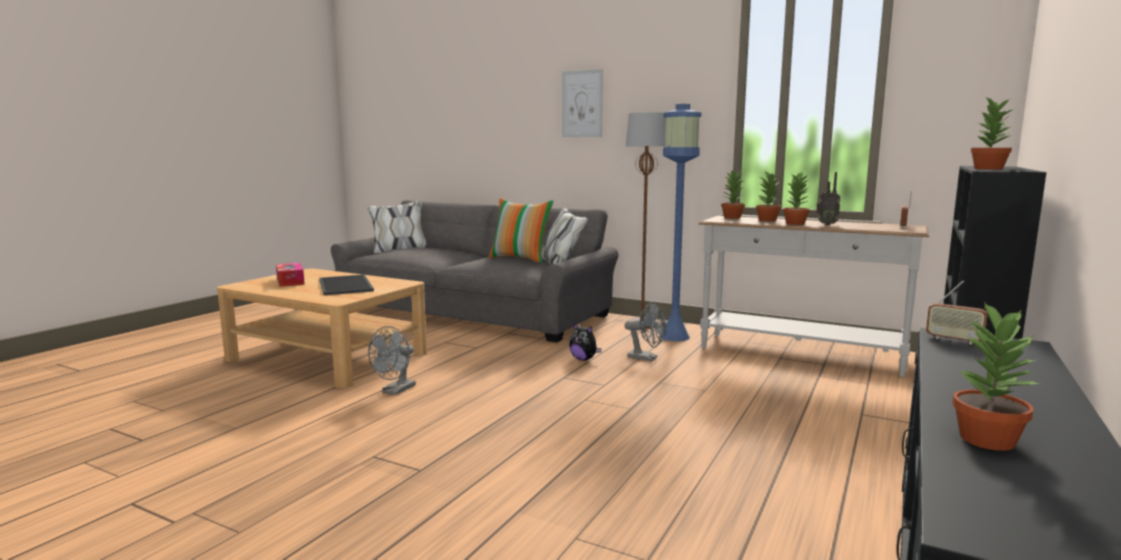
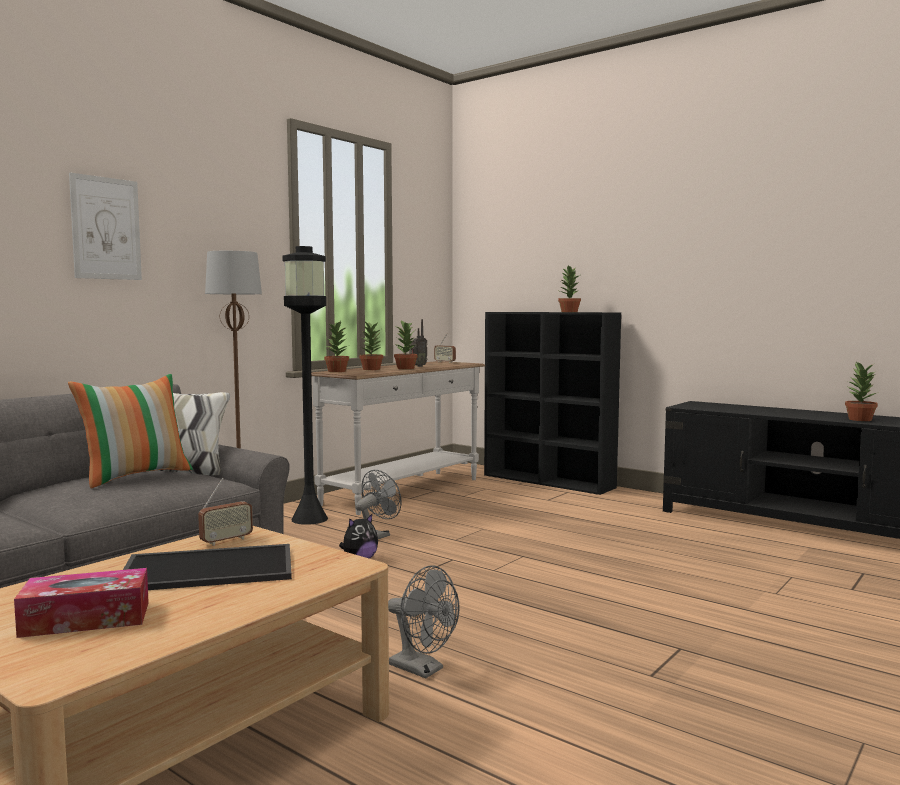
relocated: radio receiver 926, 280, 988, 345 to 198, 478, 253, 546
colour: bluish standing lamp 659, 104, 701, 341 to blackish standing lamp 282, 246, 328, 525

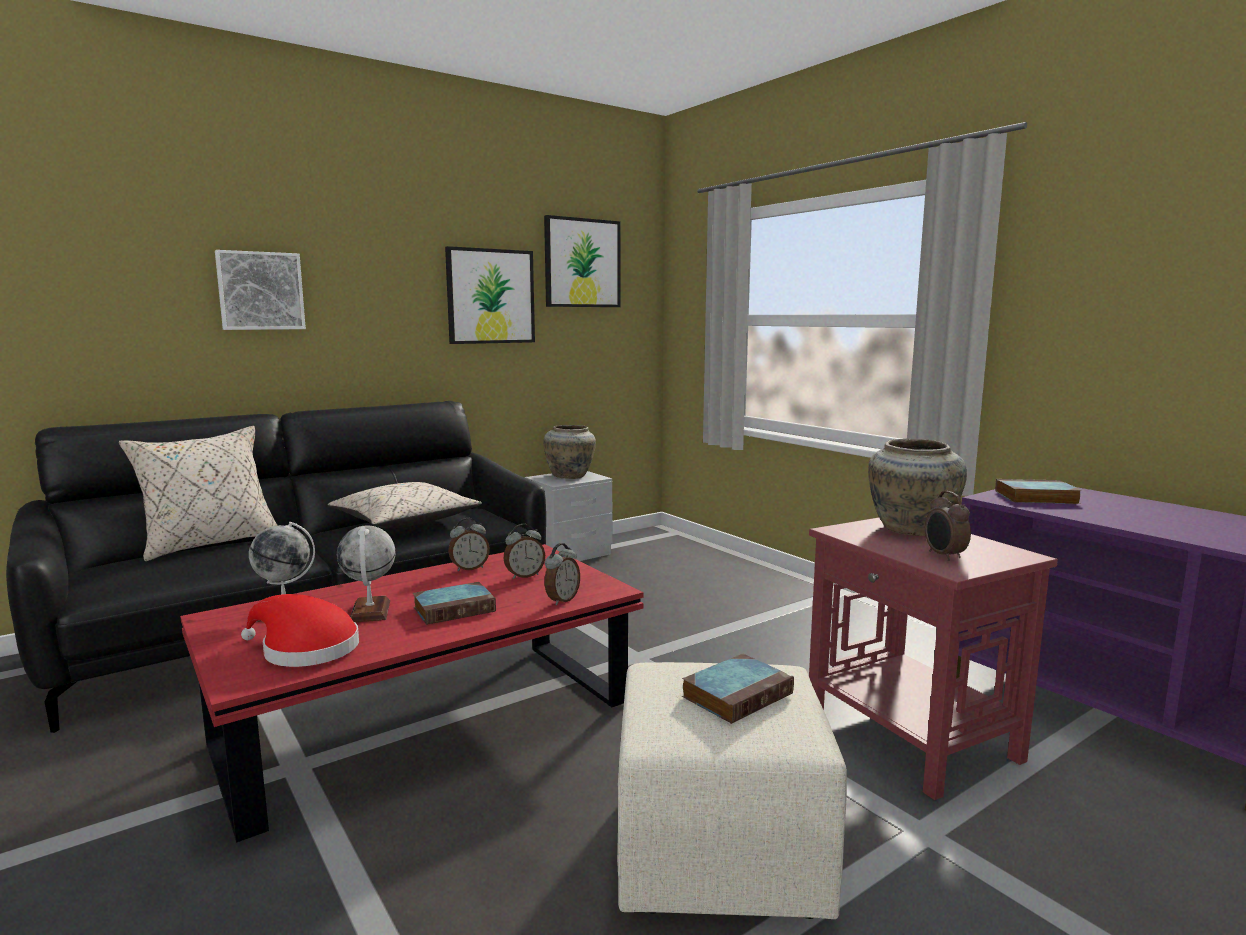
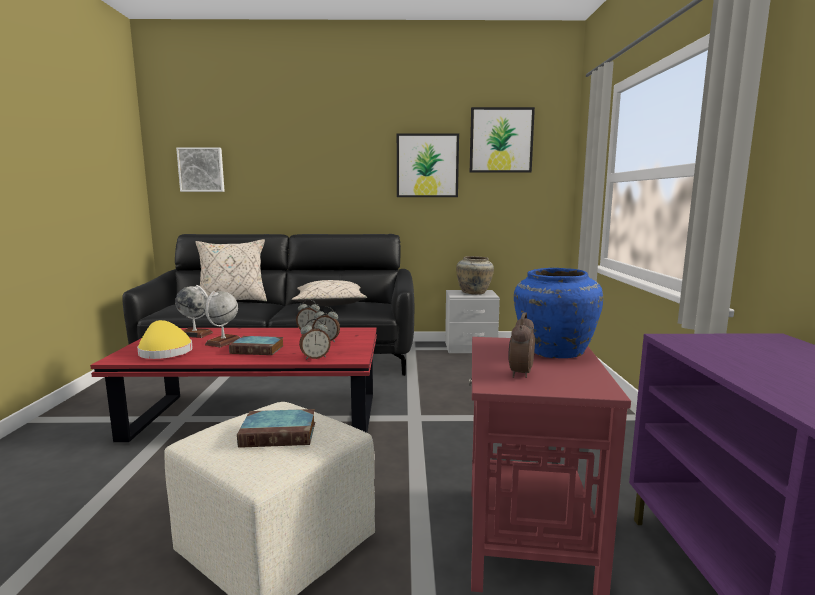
missing: book 995, 479, 1082, 504
relocated: wall art 215, 250, 306, 330 to 176, 147, 225, 192
colour: red clothing hat 241, 594, 359, 667 to yellow clothing hat 137, 320, 193, 359; beige flower vase 868, 439, 967, 536 to bluish flower vase 514, 268, 603, 358

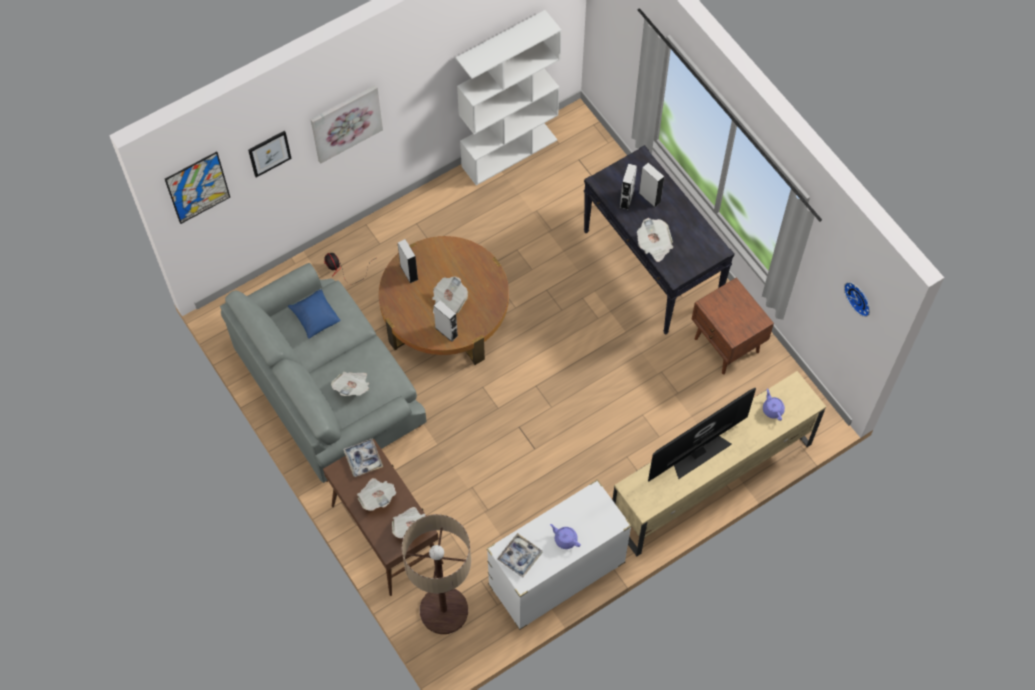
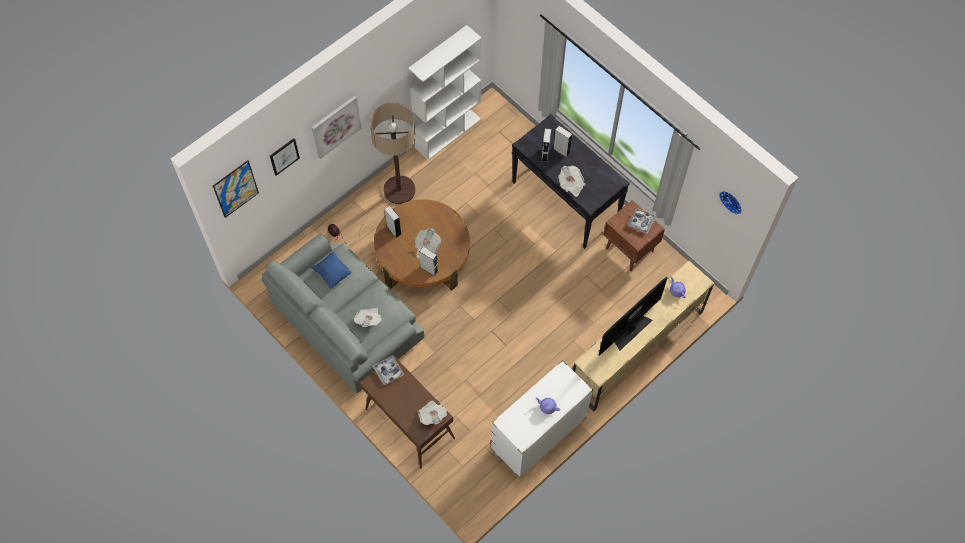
missing: daily paper 357, 478, 396, 511
relocated: standing lamp 402, 514, 471, 634 to 370, 103, 416, 204; carrying tray 497, 533, 542, 577 to 628, 208, 656, 234

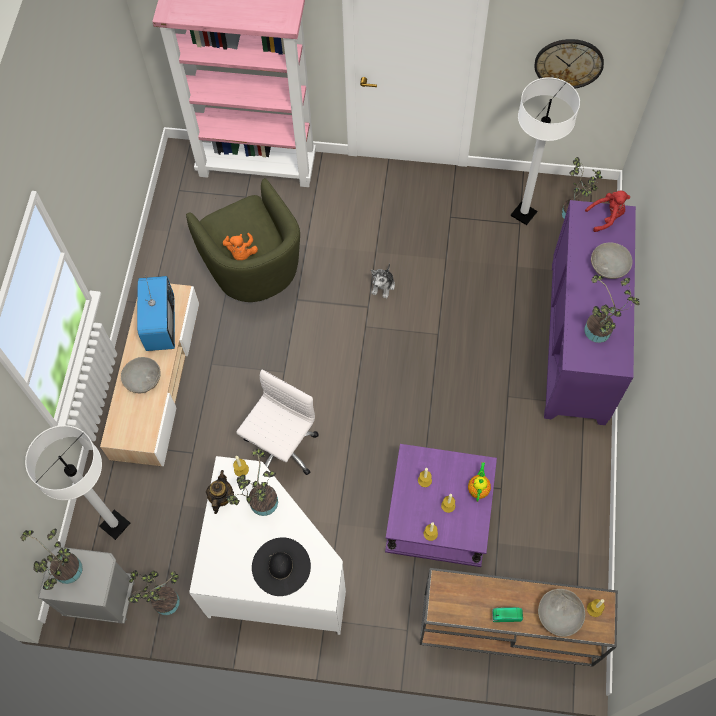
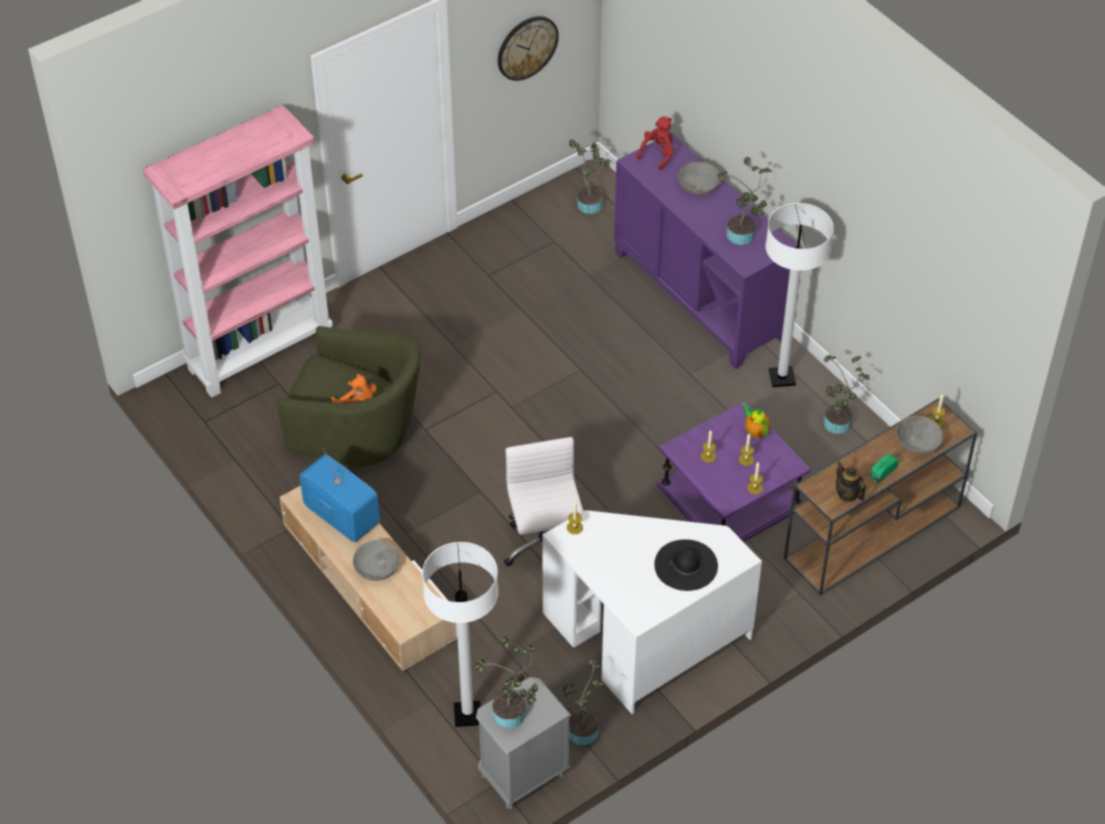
missing: cuddly toy 371, 263, 395, 299
relocated: tea pot 206, 470, 234, 514 to 836, 461, 866, 502; houseplant 226, 449, 278, 516 to 824, 355, 870, 434; white standing lamp 511, 77, 580, 225 to 765, 203, 834, 387

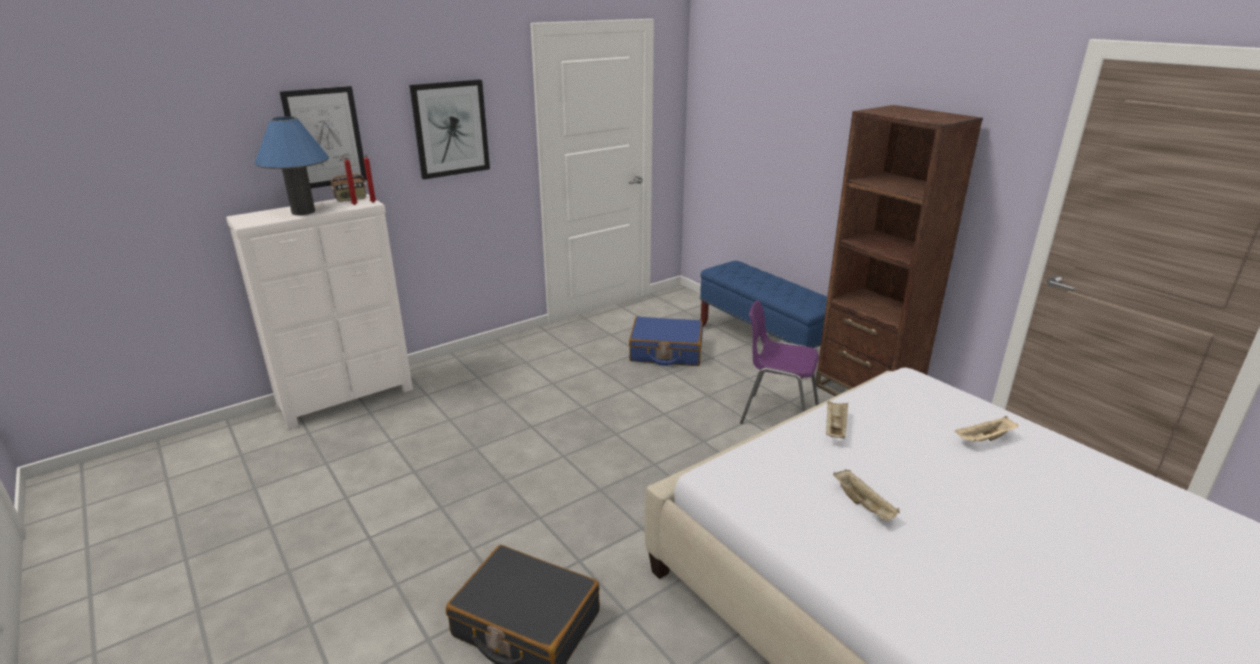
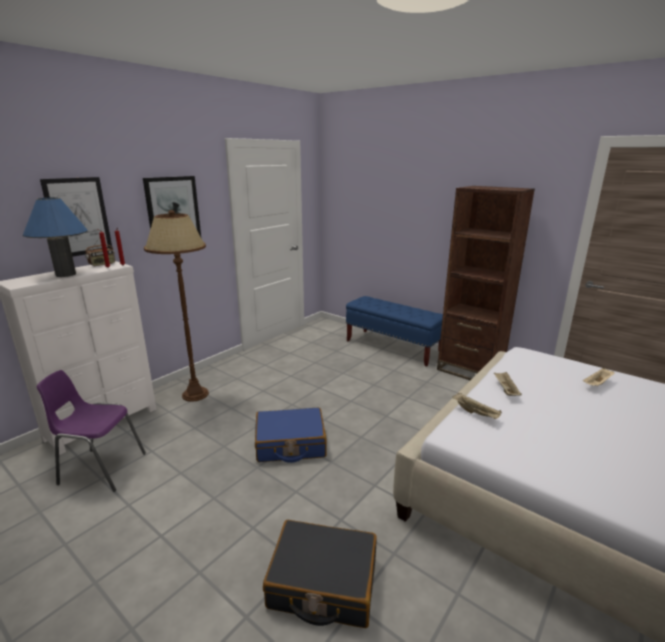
appeared: brown-coloured standing lamp 144, 210, 209, 402
relocated: bluish piece of luggage 629, 316, 703, 366 to 255, 408, 327, 463; purple chair 740, 300, 819, 424 to 37, 370, 146, 492; beige carrying tray 833, 469, 900, 521 to 452, 393, 502, 419

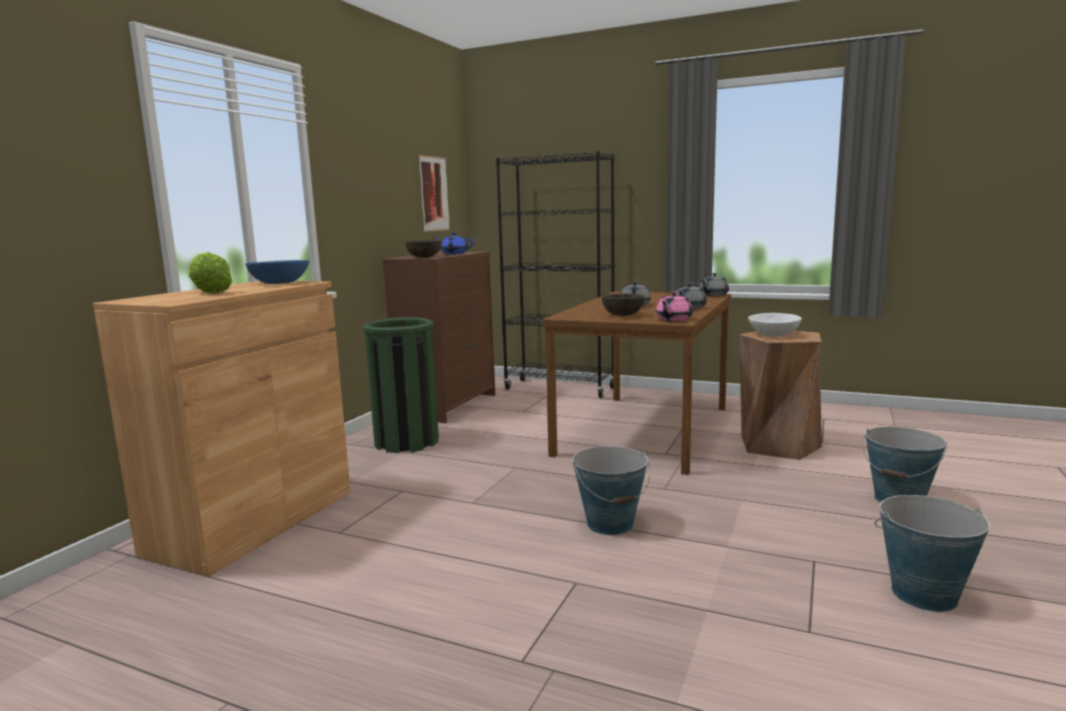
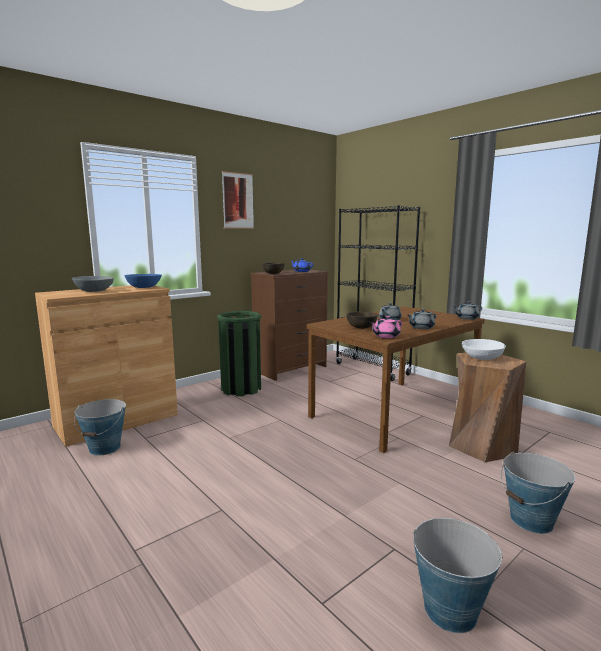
relocated: wall art 419, 155, 450, 232 to 222, 171, 254, 229; water bucket 572, 446, 651, 535 to 74, 399, 126, 456
exchanged: lettuce 189, 252, 232, 294 to gray serving bowl 72, 276, 114, 292

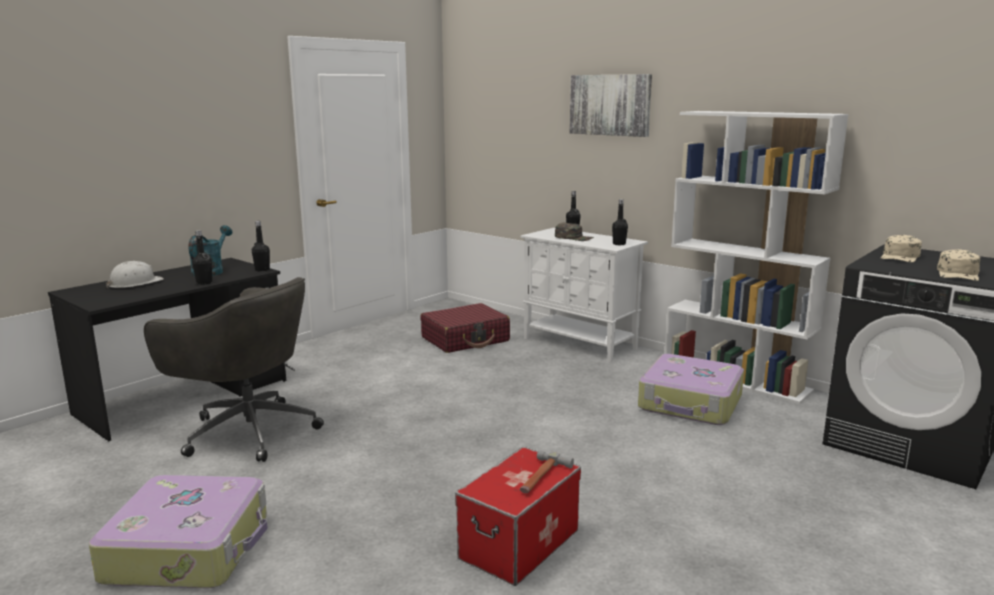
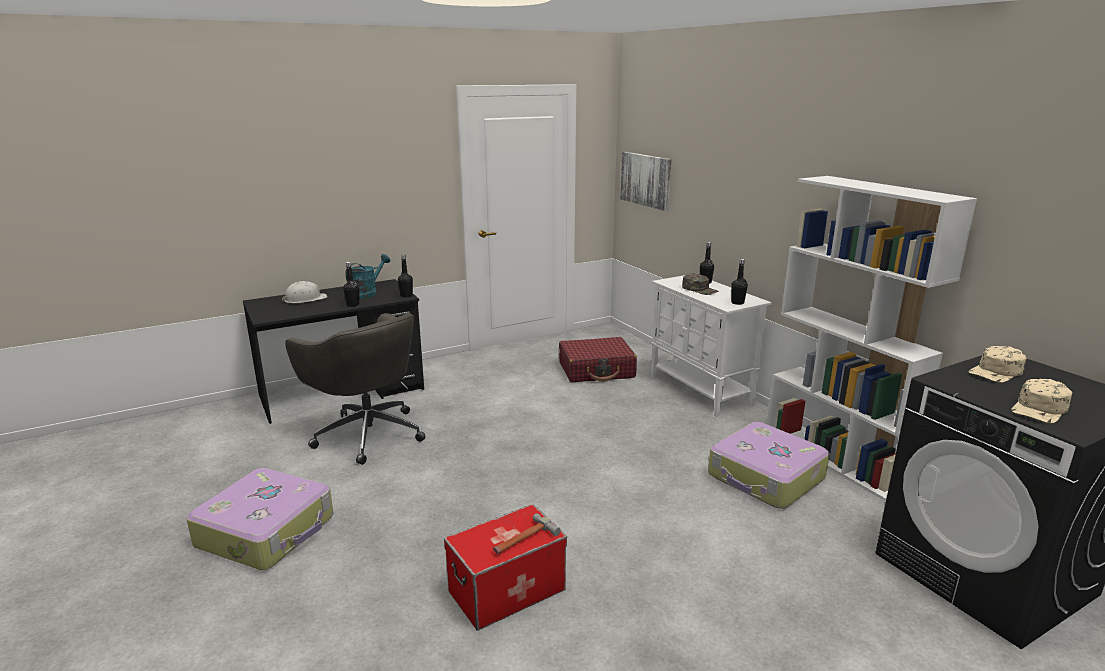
relocated: wall art 569, 74, 652, 137 to 620, 152, 672, 211

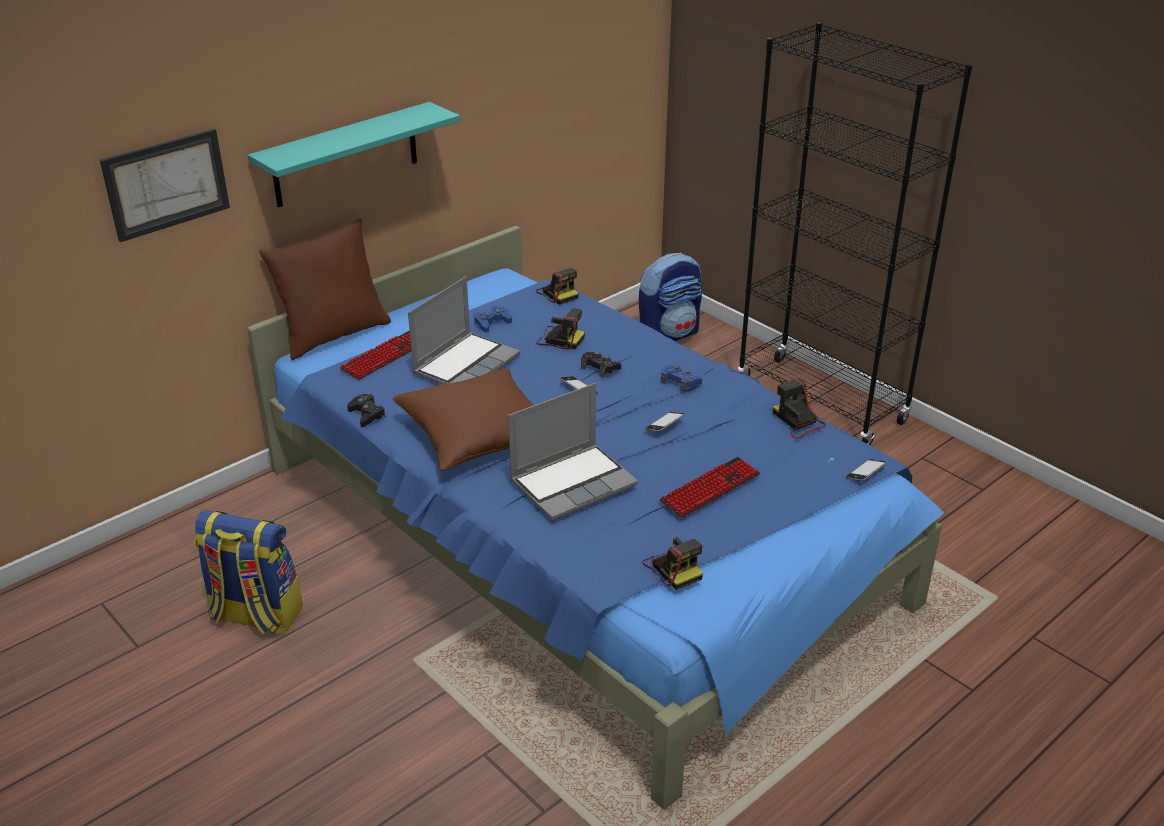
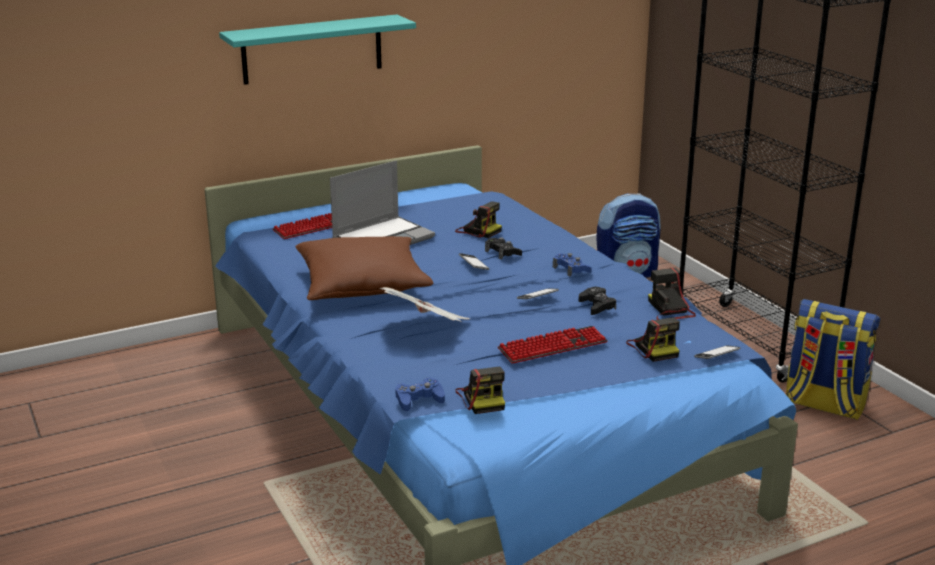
missing: wall art 100, 129, 230, 242; brown-coloured pillow 259, 218, 391, 360
relocated: rucksack 194, 510, 303, 634 to 786, 299, 880, 420; blackish joypad 347, 394, 386, 427 to 579, 287, 616, 315; bluish joypad 474, 305, 512, 333 to 395, 377, 445, 411; photo camera 536, 268, 579, 305 to 626, 317, 680, 362
exchanged: notebook computer 508, 383, 638, 521 to daily paper 380, 287, 470, 322

